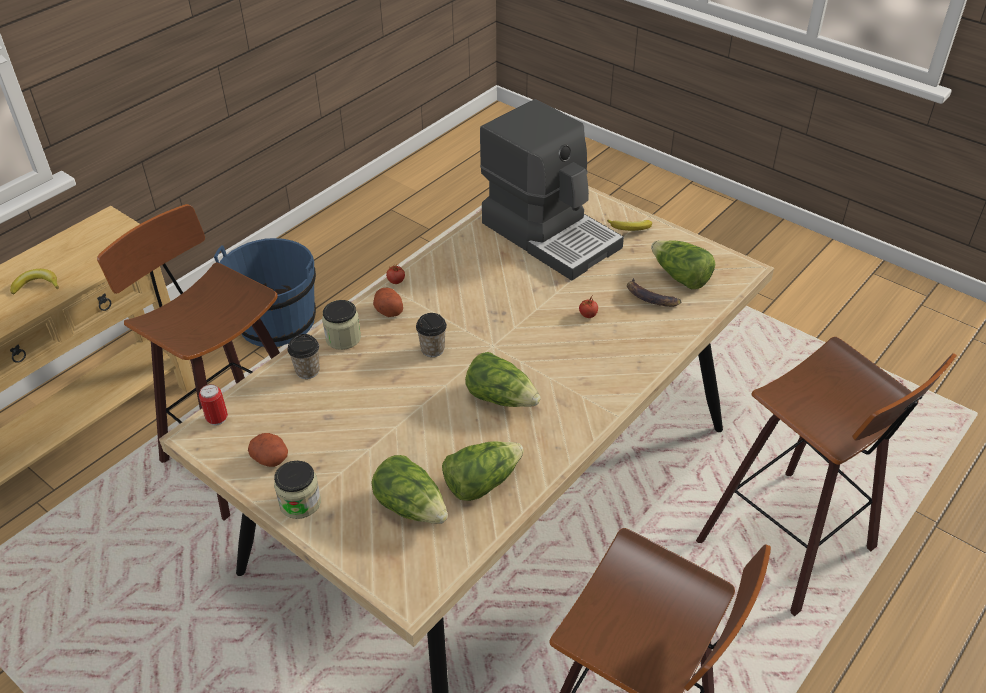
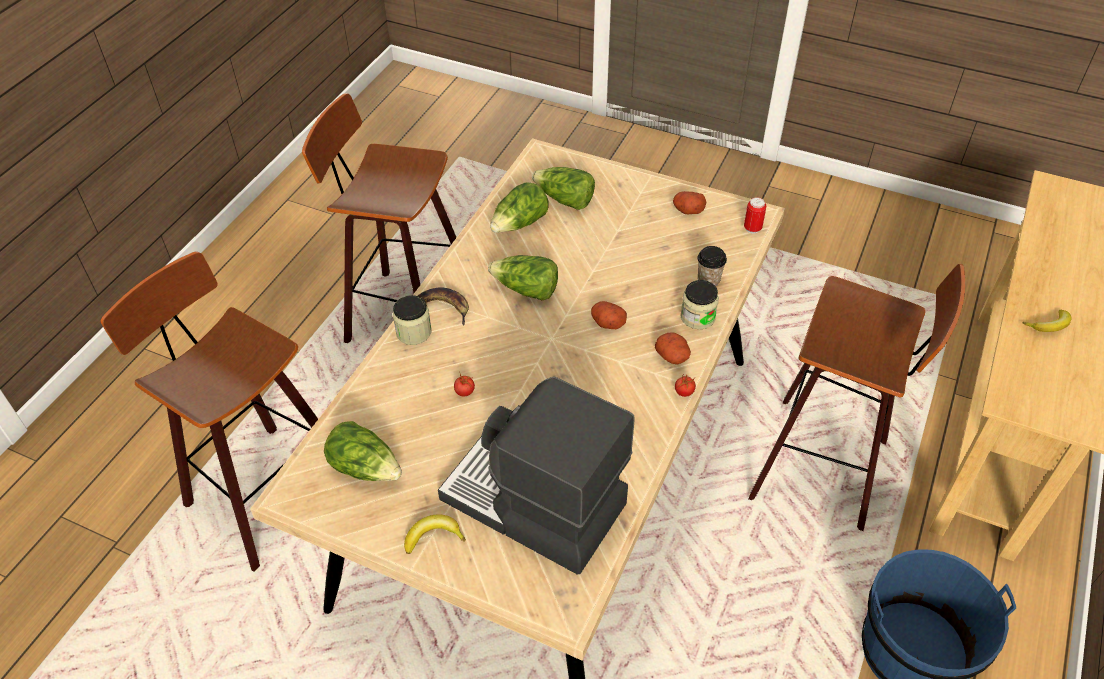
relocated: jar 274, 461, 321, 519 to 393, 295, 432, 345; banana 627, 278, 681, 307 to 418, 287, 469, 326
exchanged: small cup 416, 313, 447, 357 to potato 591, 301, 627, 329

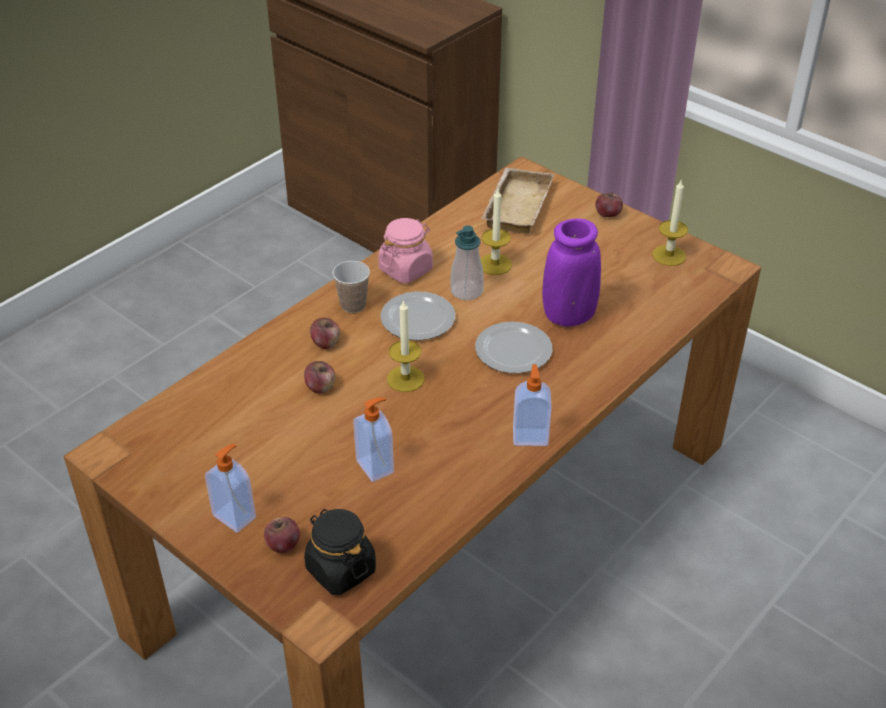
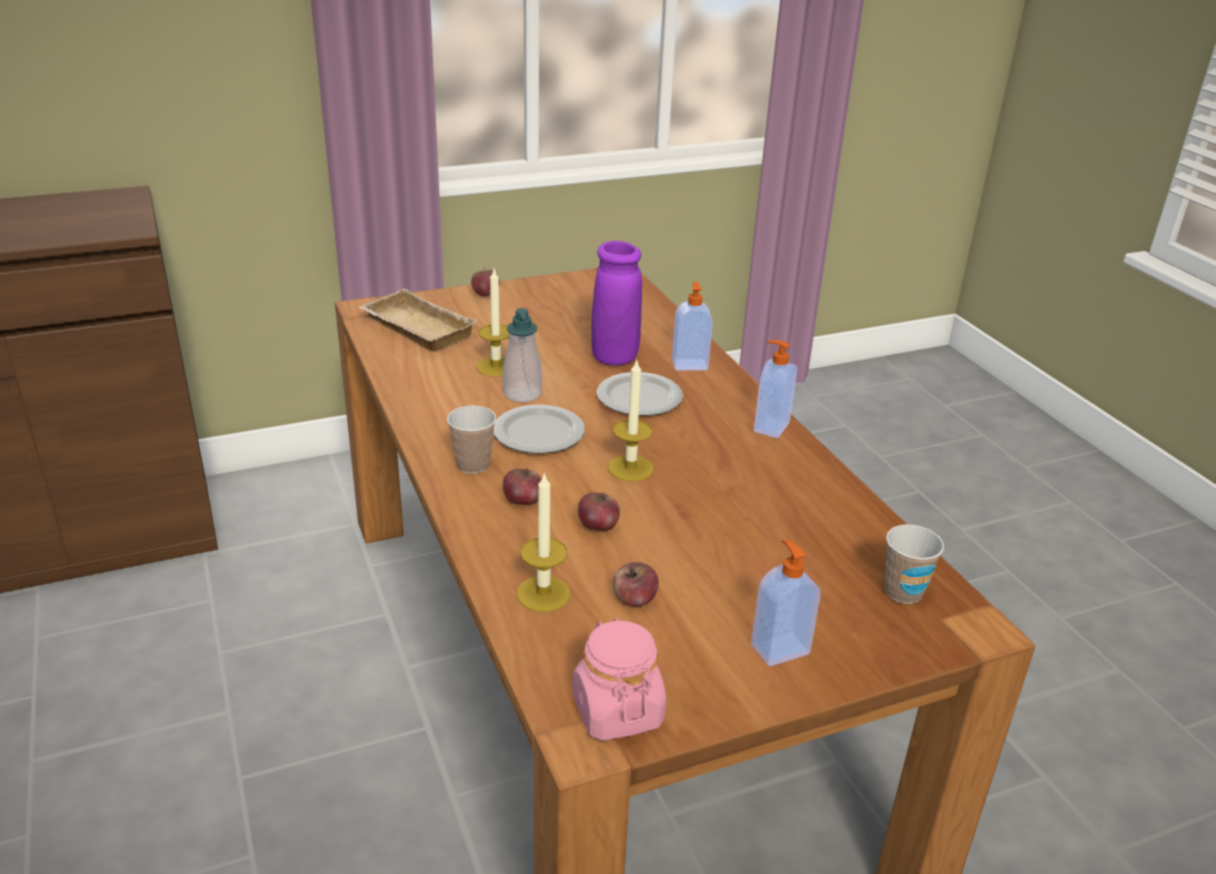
relocated: apple 264, 517, 300, 553 to 613, 562, 659, 606; soap dispenser 353, 397, 394, 482 to 672, 282, 713, 371; pinkish jar 378, 218, 433, 283 to 572, 618, 666, 741; candle 652, 180, 688, 266 to 517, 472, 571, 612
exchanged: blackish jar 304, 509, 376, 595 to small cup 884, 524, 944, 604

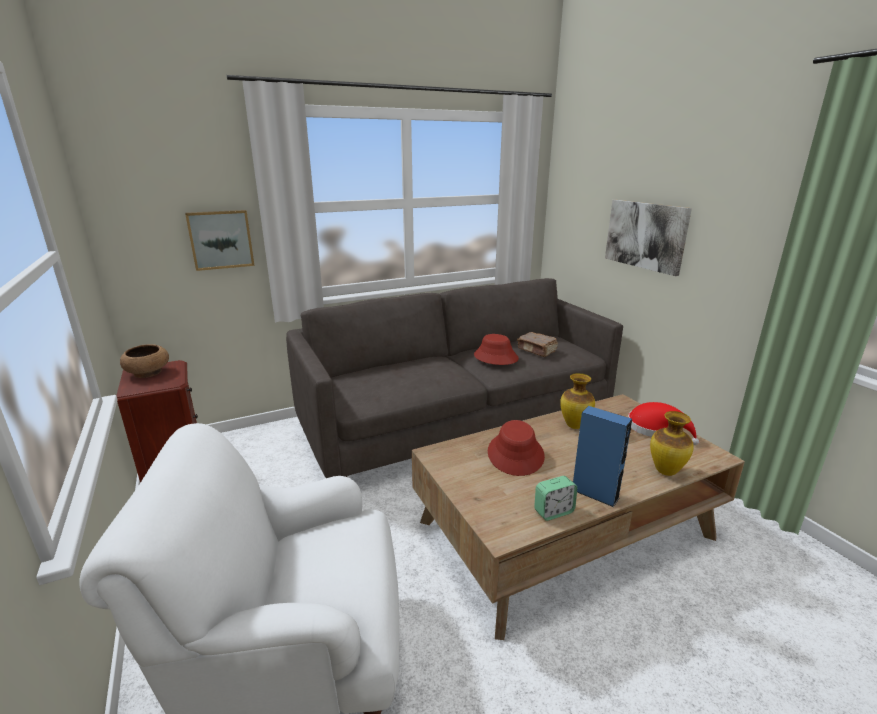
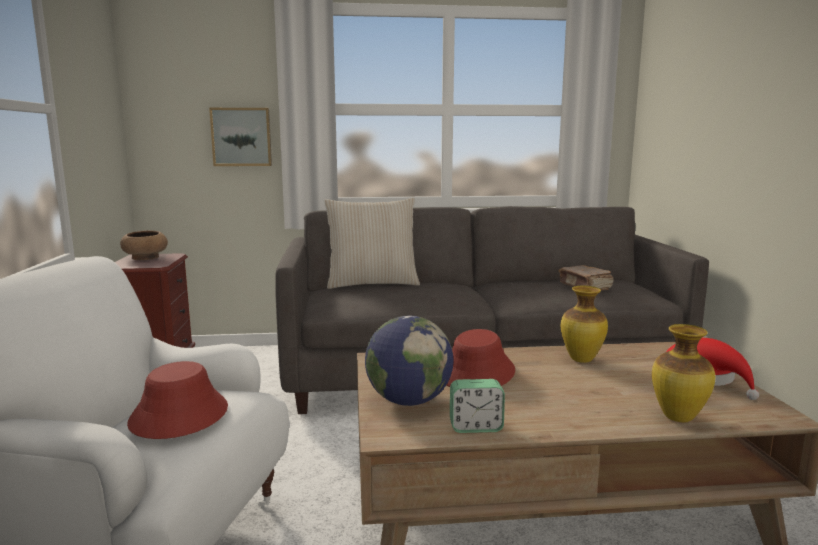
missing: bluish loudspeaker 573, 406, 632, 507; wall art 605, 200, 692, 276
appeared: beige pillow 324, 198, 420, 289; globe 365, 316, 454, 406
relocated: red clothing hat 474, 334, 519, 365 to 127, 361, 228, 439

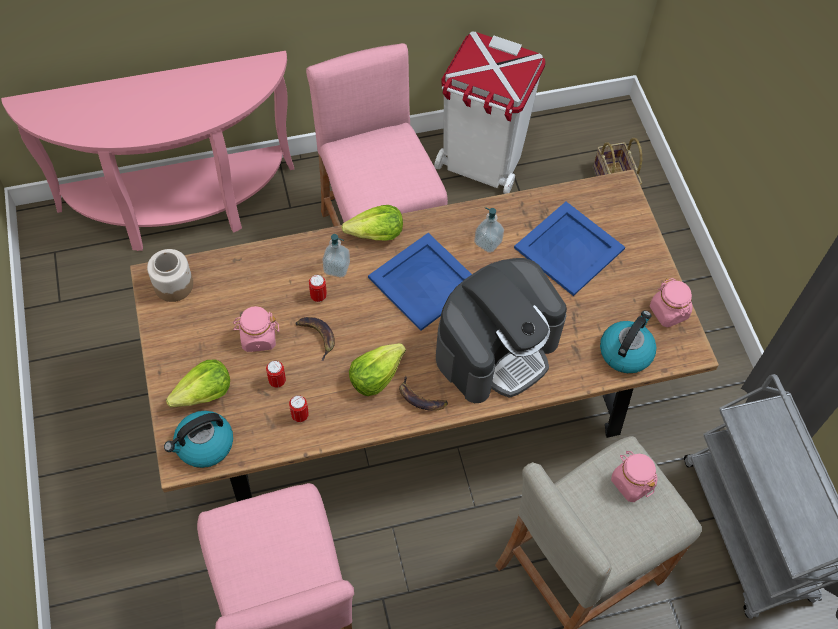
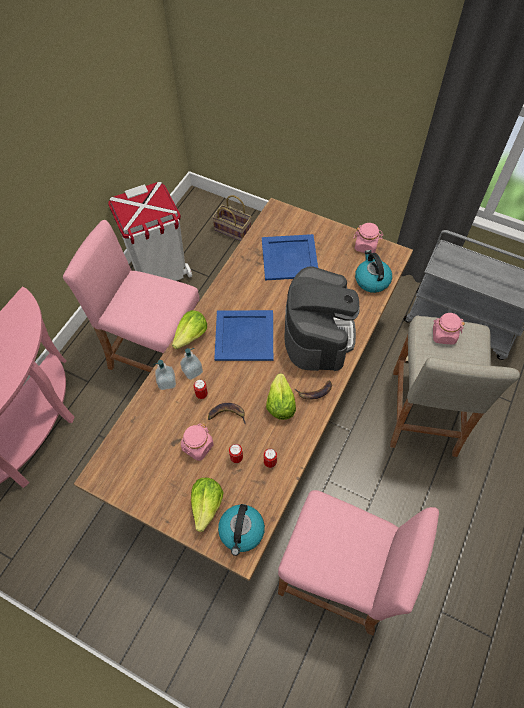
missing: jar 147, 249, 193, 302
relocated: soap dispenser 474, 207, 504, 253 to 153, 360, 176, 390

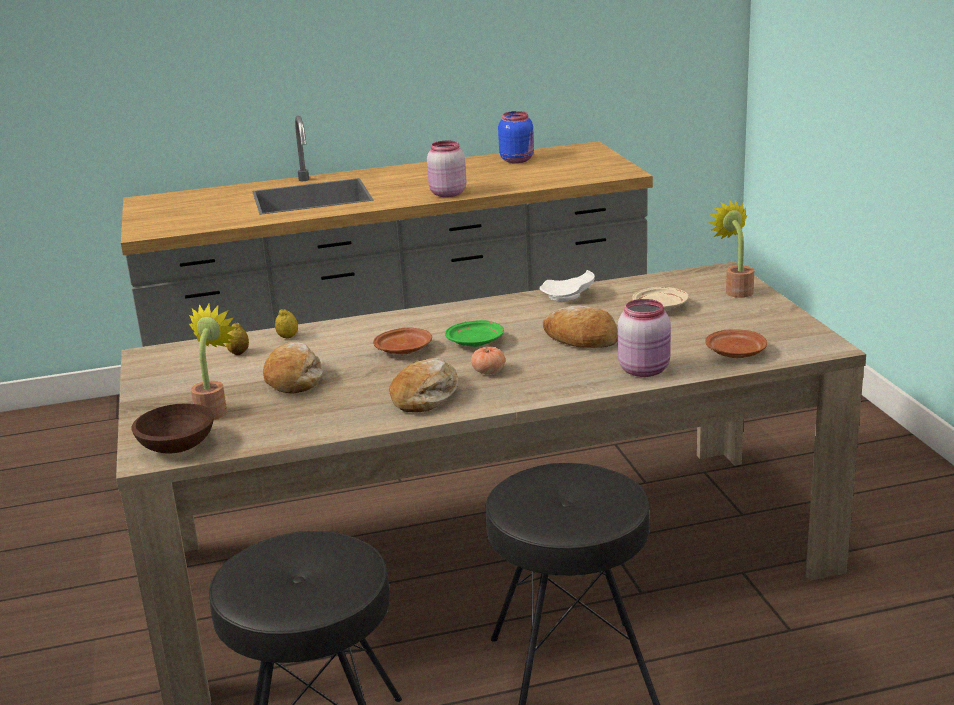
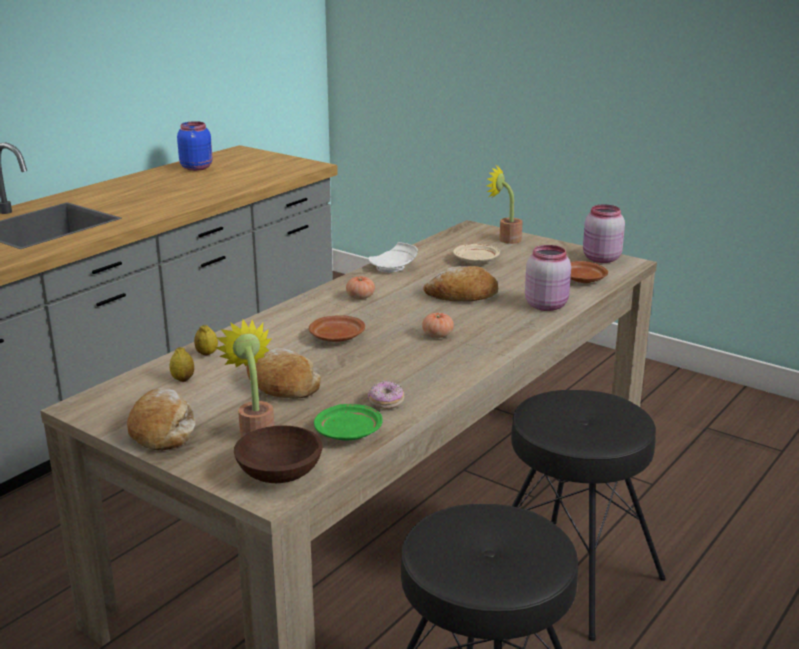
appeared: whole tomato 346, 276, 375, 299; doughnut 368, 381, 404, 409
relocated: bread 389, 358, 458, 413 to 127, 388, 195, 451; pinkish jar 427, 140, 466, 197 to 583, 205, 625, 263; greenish dinner plate 445, 320, 504, 347 to 314, 404, 383, 440

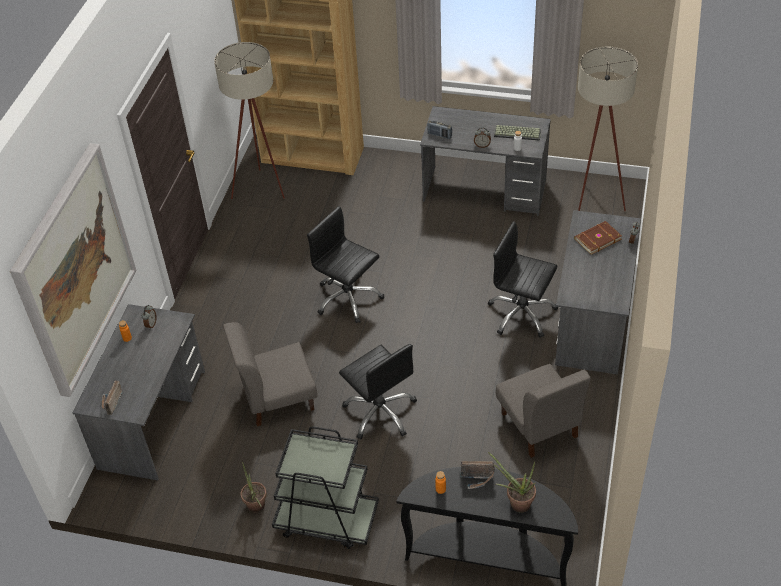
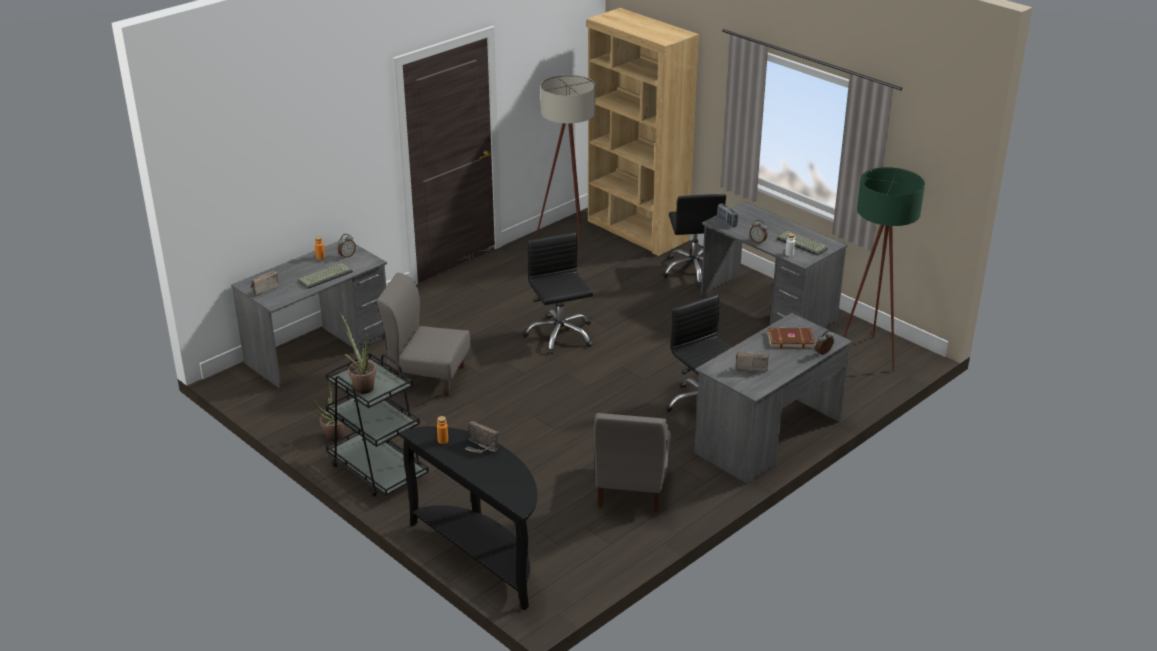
missing: wall art 10, 143, 136, 397
appeared: keyboard 298, 263, 353, 289; radio receiver 736, 352, 769, 372
relocated: blackish office chair 339, 344, 417, 440 to 662, 194, 726, 287; houseplant 488, 452, 536, 512 to 340, 313, 376, 394
colour: beige standing lamp 578, 47, 638, 211 to greenish standing lamp 843, 167, 925, 371

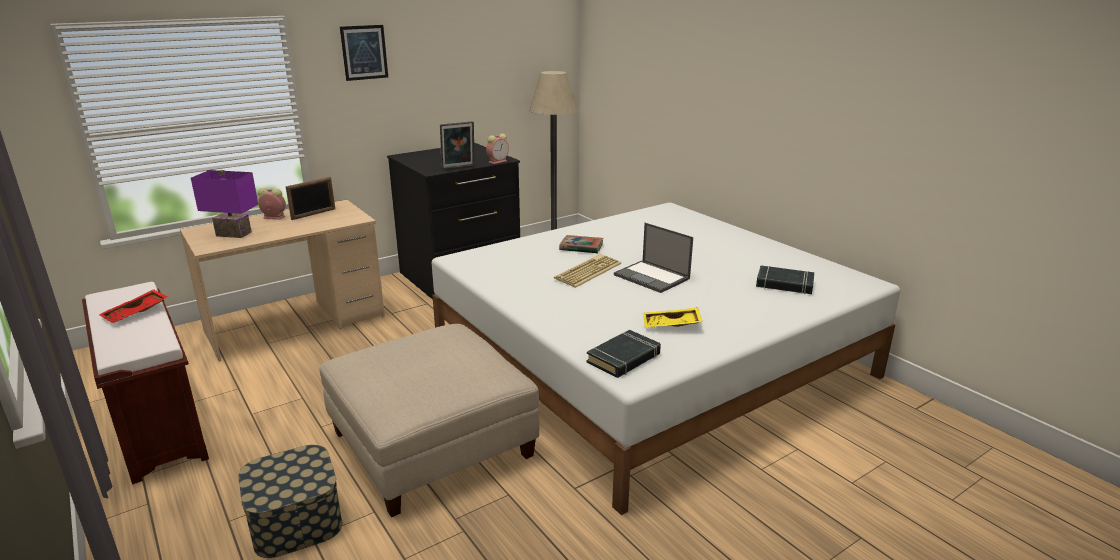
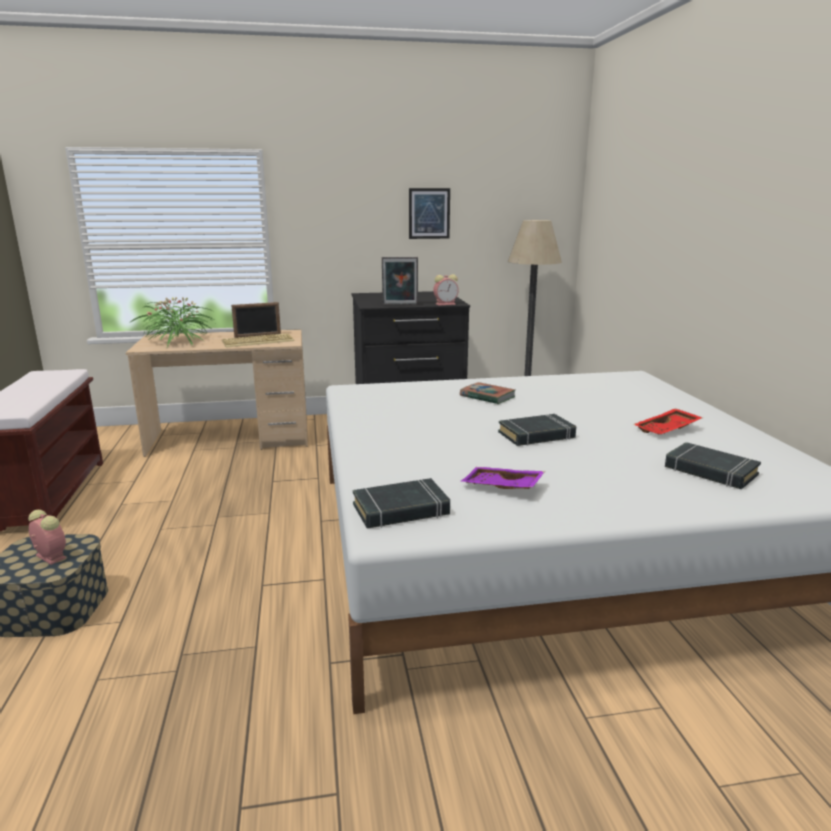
missing: beige pouffe 319, 324, 540, 517
relocated: red carrying tray 99, 289, 168, 323 to 633, 409, 703, 435; alarm clock 258, 188, 286, 220 to 28, 510, 66, 565; wall art 340, 25, 388, 81 to 409, 188, 450, 239; keyboard 554, 254, 621, 288 to 222, 333, 294, 348
exchanged: purple tabletop lamp 191, 170, 258, 238 to houseplant 131, 297, 214, 347; notebook computer 614, 223, 693, 293 to blackish book 498, 414, 576, 446
colour: yellow carrying tray 643, 307, 703, 327 to purple carrying tray 461, 467, 545, 489

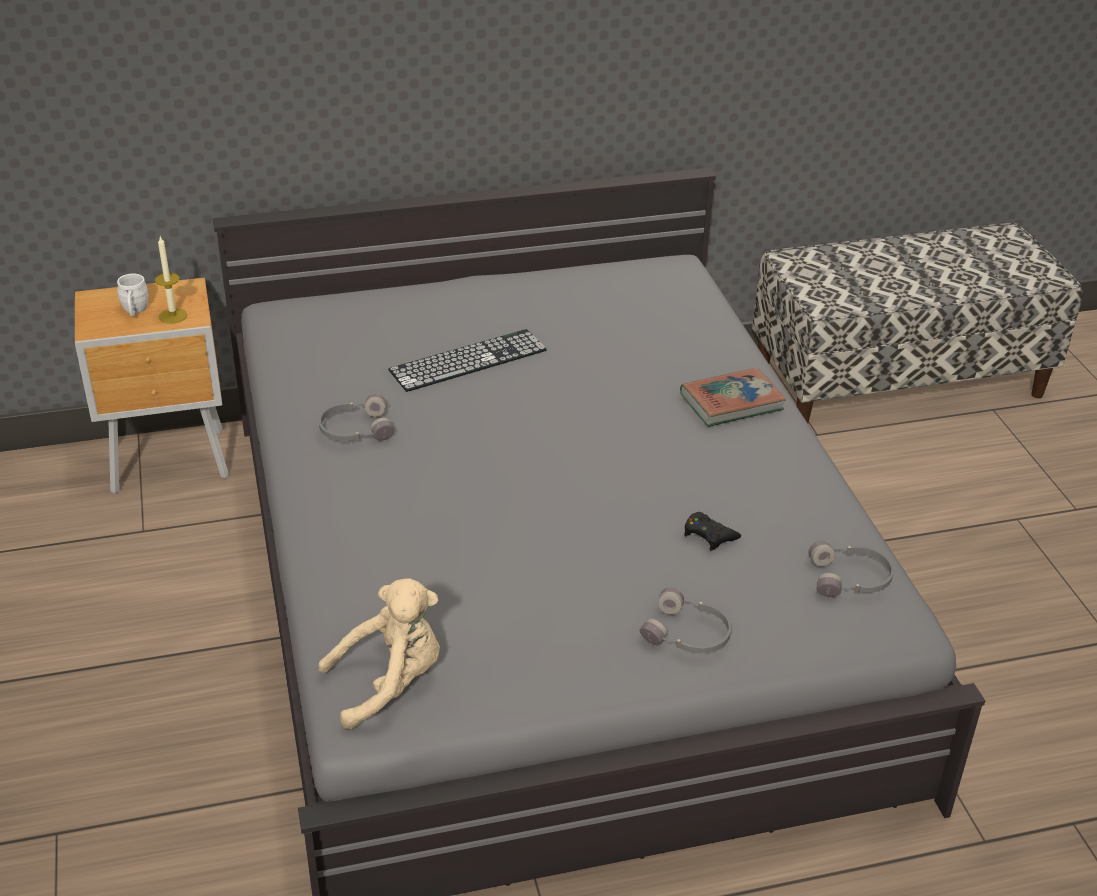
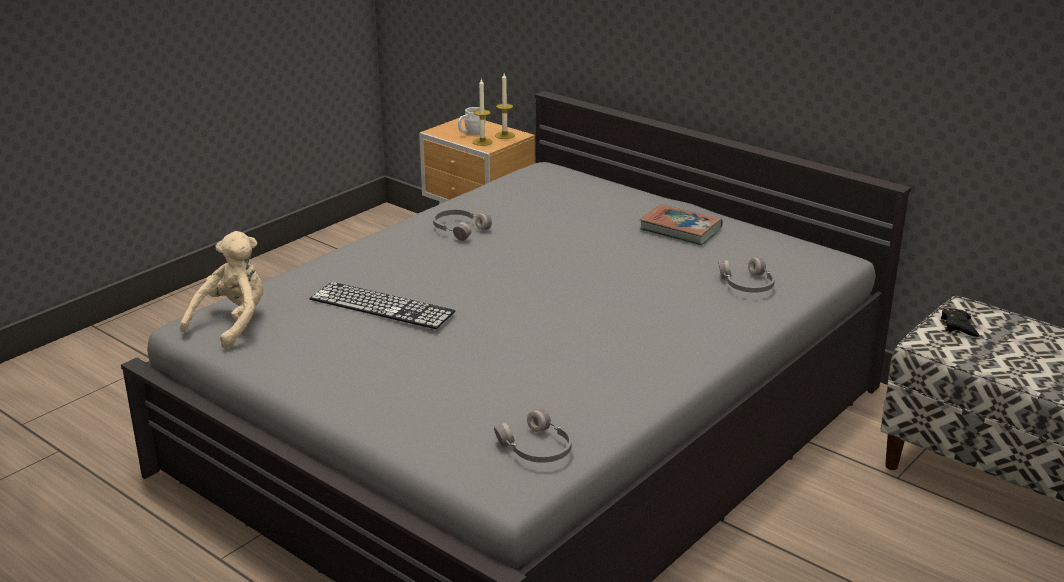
appeared: candle 495, 73, 515, 139
relocated: keyboard 388, 329, 547, 392 to 310, 282, 455, 329; gray pair of headphones 640, 587, 731, 653 to 718, 257, 775, 293; book 680, 368, 786, 427 to 640, 204, 722, 245; blackish joypad 684, 512, 741, 551 to 941, 308, 979, 337
spun: beige cuddly toy 318, 578, 440, 729 = 180, 231, 264, 350 90 degrees counterclockwise

